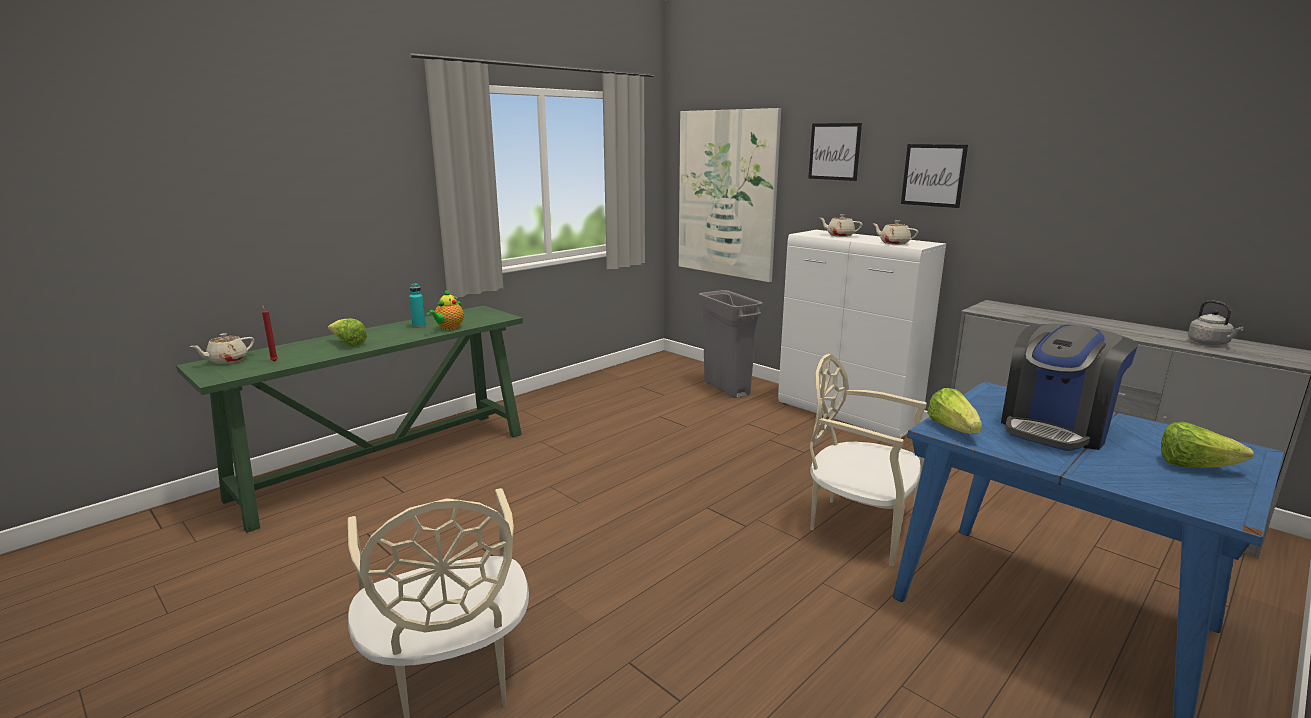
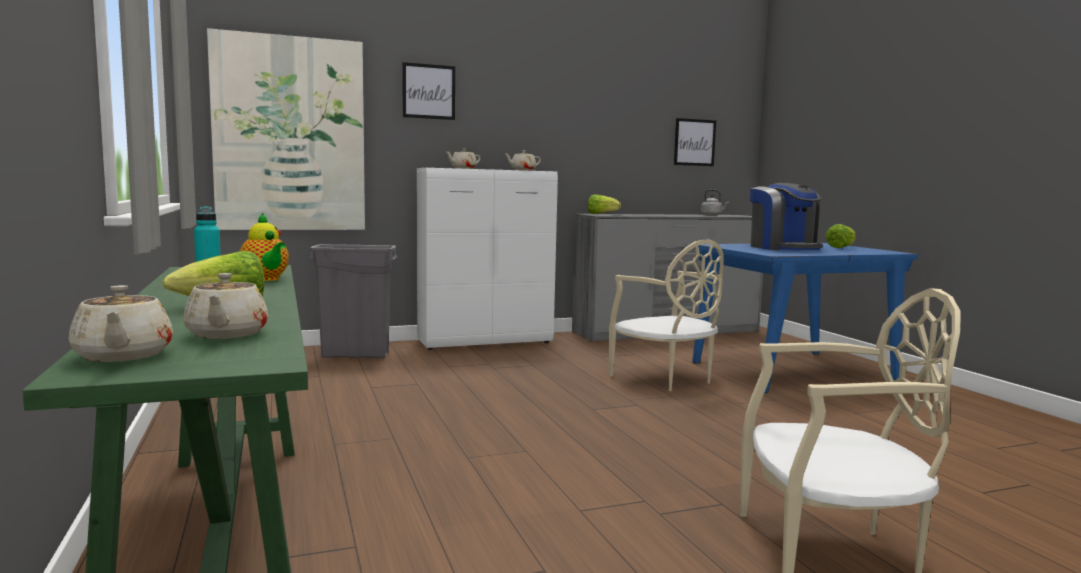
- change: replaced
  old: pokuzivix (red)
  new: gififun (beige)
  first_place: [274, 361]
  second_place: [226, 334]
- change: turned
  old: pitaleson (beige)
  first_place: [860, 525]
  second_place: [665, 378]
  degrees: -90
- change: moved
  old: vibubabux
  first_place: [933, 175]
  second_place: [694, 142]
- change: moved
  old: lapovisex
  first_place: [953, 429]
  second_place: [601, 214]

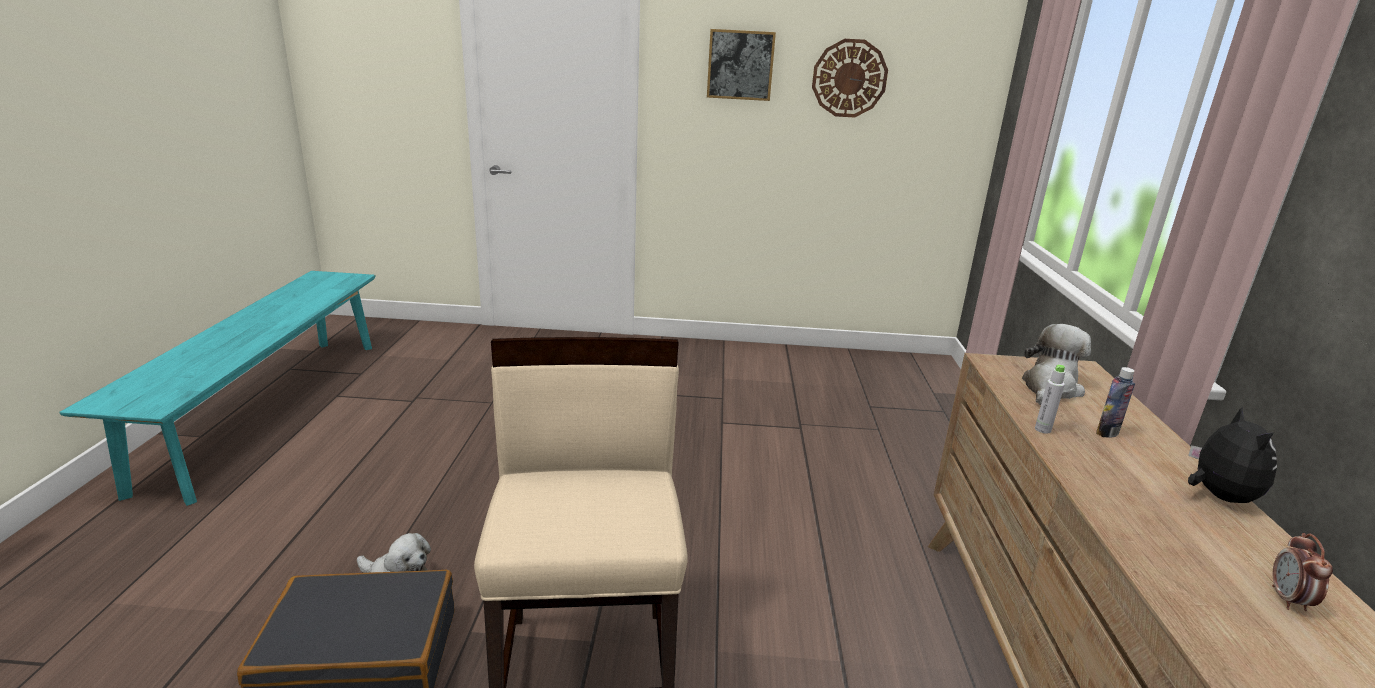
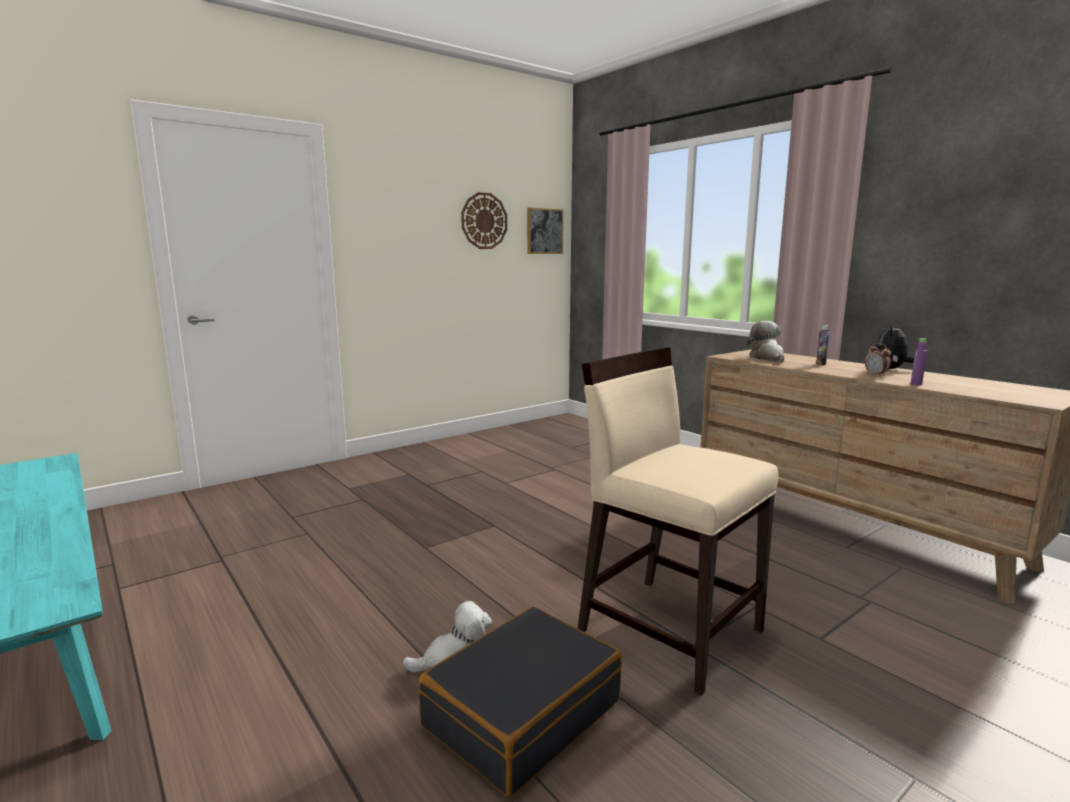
- change: moved
  old: vibubabux
  first_place: [740, 65]
  second_place: [544, 231]
- change: removed
  old: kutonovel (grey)
  first_place: [1042, 429]
- change: turned
  old: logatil
  first_place: [1217, 496]
  second_place: [891, 369]
  degrees: -105
- change: moved
  old: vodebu
  first_place: [1288, 600]
  second_place: [876, 375]
- change: added
  new: kutonovel (purple)
  second_place: [916, 384]

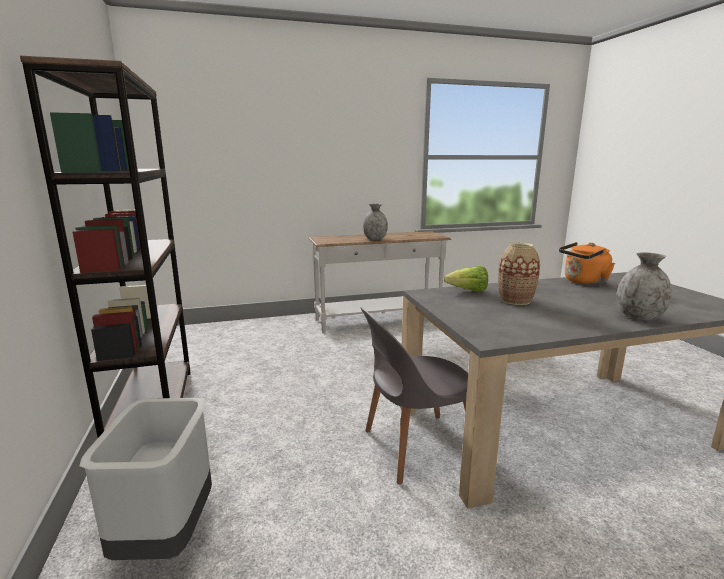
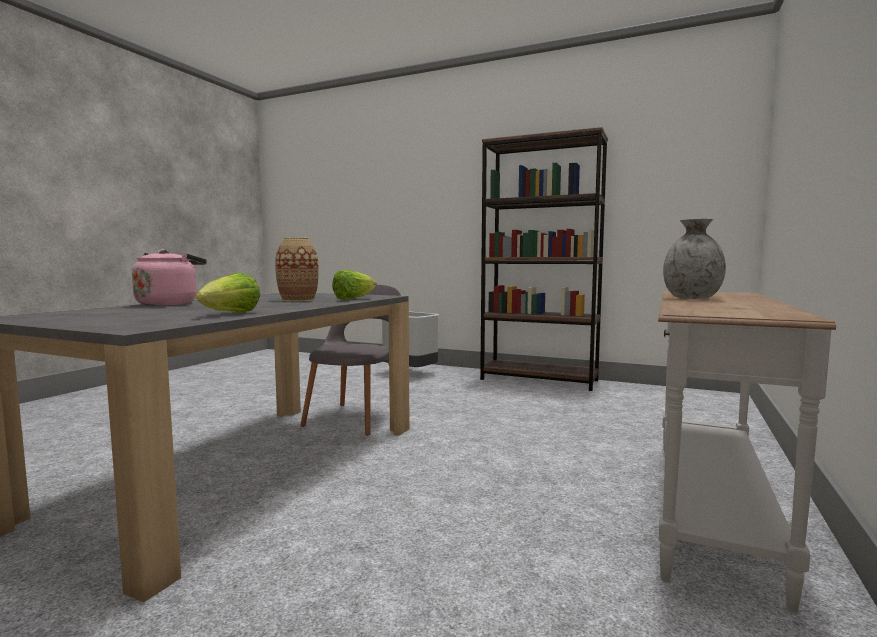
- change: replaced
  old: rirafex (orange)
  new: lapovisex
  first_place: [583, 282]
  second_place: [230, 314]
- change: replaced
  old: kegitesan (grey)
  new: rirafex (pink)
  first_place: [638, 317]
  second_place: [169, 304]

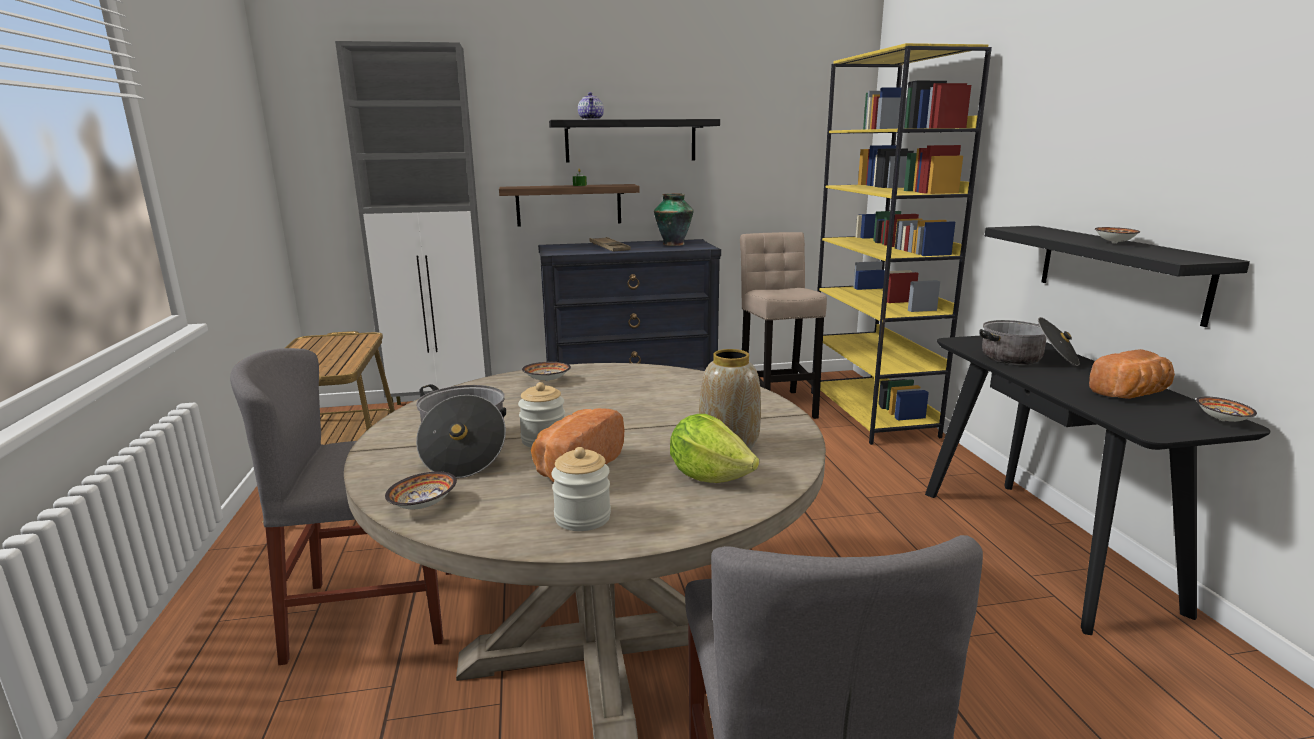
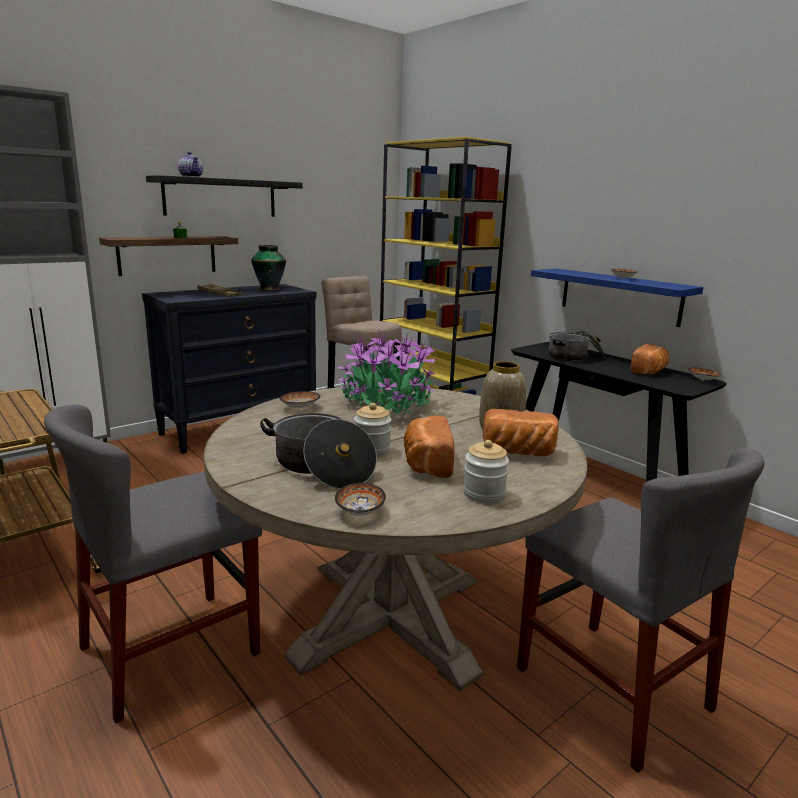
- change: replaced
  old: lapovisex
  new: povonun
  first_place: [709, 475]
  second_place: [518, 452]
- change: recoloured
  old: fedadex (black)
  new: fedadex (blue)
  first_place: [1119, 271]
  second_place: [619, 296]
- change: added
  new: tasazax
  second_place: [386, 405]

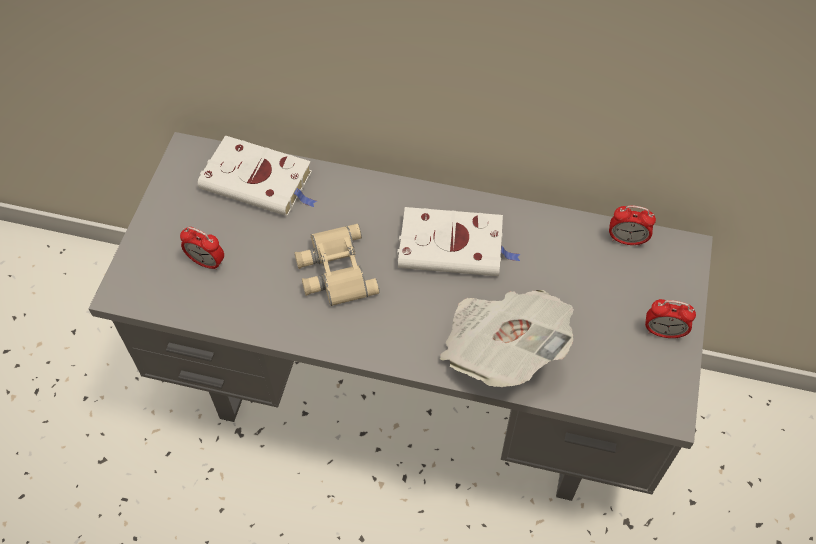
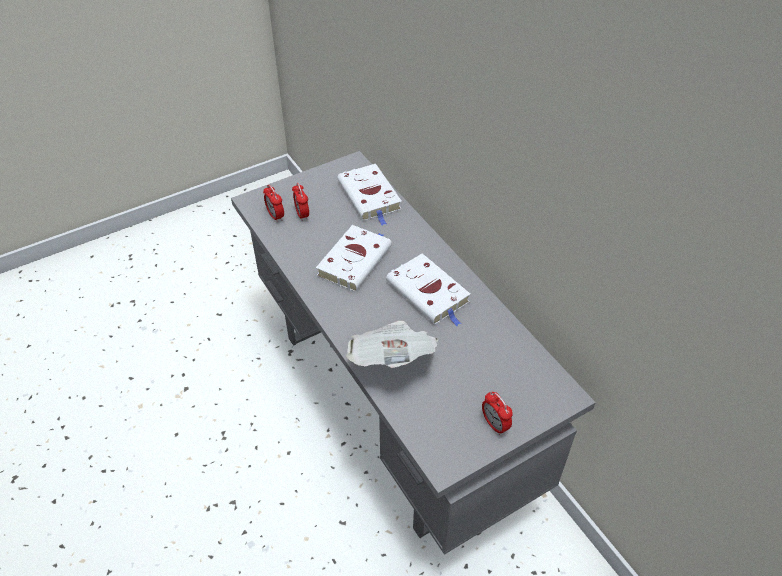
- change: replaced
  old: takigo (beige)
  new: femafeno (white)
  first_place: [334, 270]
  second_place: [355, 260]
- change: moved
  old: vodebu
  first_place: [626, 240]
  second_place: [275, 216]

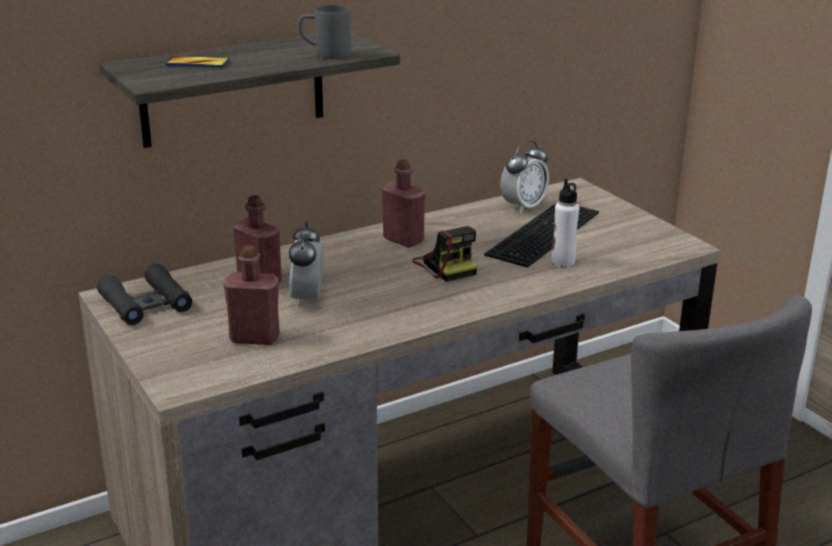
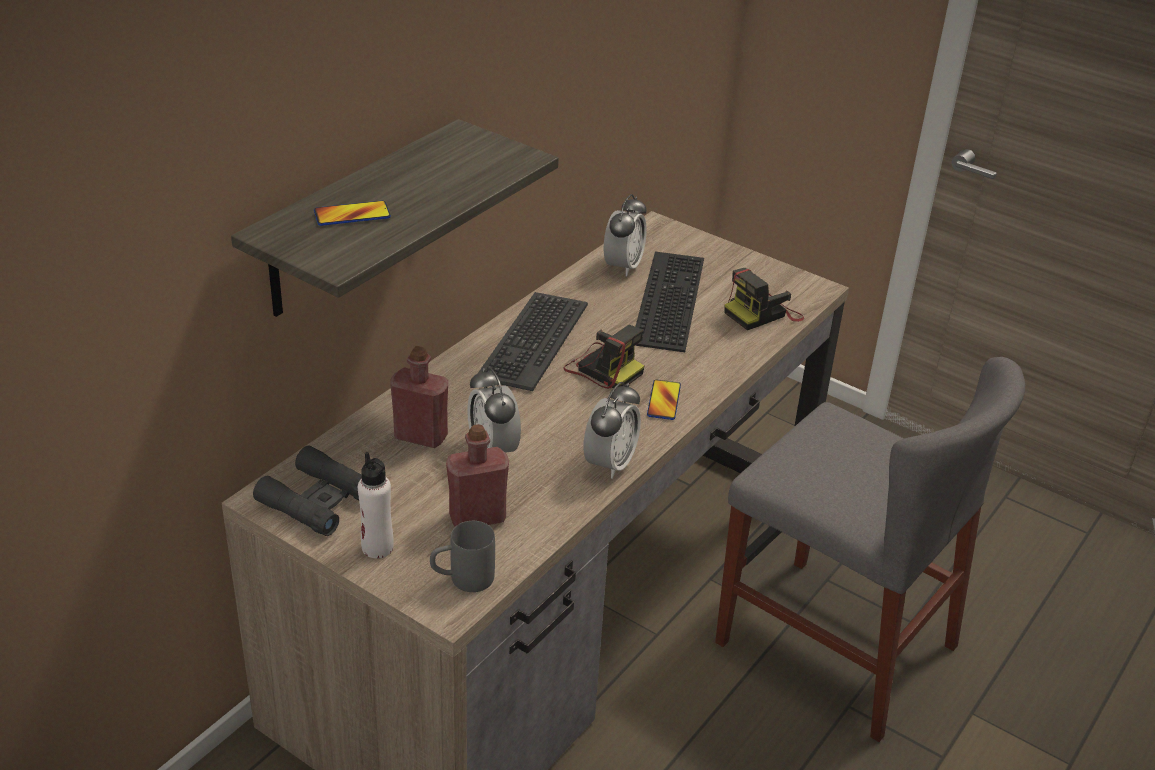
- change: moved
  old: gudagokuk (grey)
  first_place: [325, 54]
  second_place: [462, 580]
- change: replaced
  old: kutonovel (red)
  new: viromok
  first_place: [403, 240]
  second_place: [532, 341]
- change: moved
  old: kutonovel (white)
  first_place: [563, 262]
  second_place: [377, 547]
- change: added
  new: vodebu
  second_place: [610, 463]
- change: added
  new: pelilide
  second_place: [664, 401]
- change: added
  new: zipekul
  second_place: [762, 314]

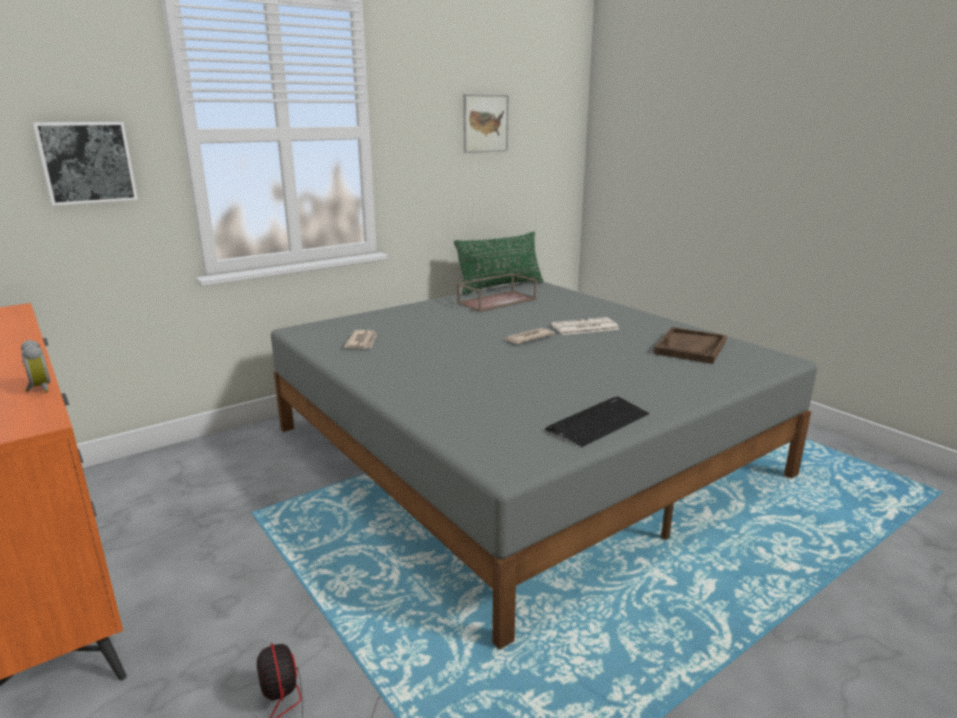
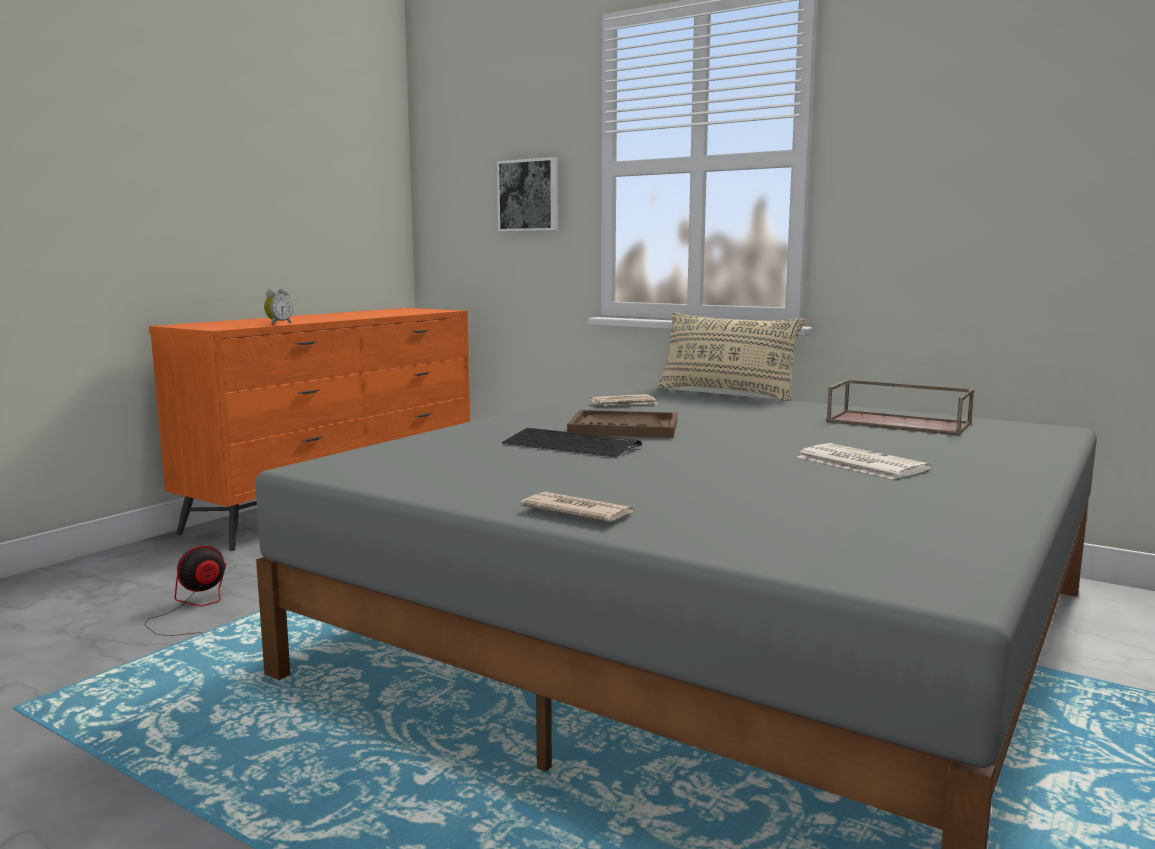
- change: removed
  old: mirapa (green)
  first_place: [500, 286]
- change: removed
  old: vibubabux
  first_place: [485, 123]
- change: moved
  old: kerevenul
  first_place: [527, 338]
  second_place: [576, 512]
- change: moved
  old: viromok
  first_place: [598, 422]
  second_place: [570, 445]
- change: moved
  old: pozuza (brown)
  first_place: [690, 347]
  second_place: [623, 428]
- change: added
  new: mirapa (beige)
  second_place: [726, 393]

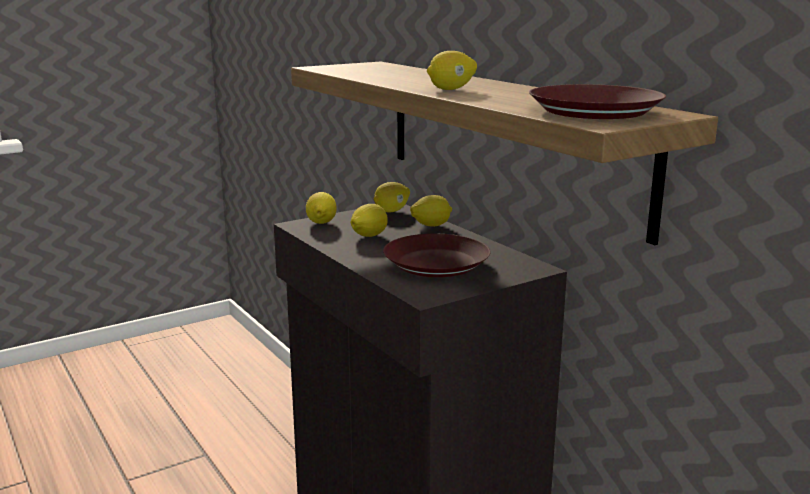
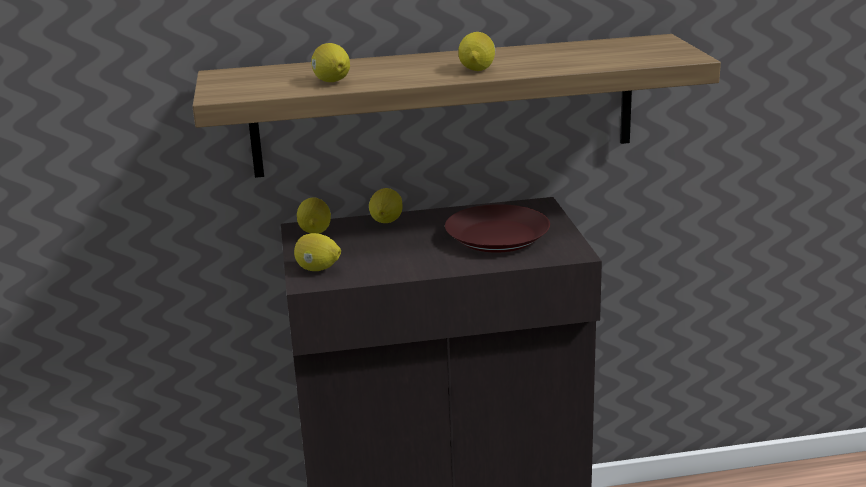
- change: moved
  old: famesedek
  first_place: [368, 236]
  second_place: [332, 82]
- change: removed
  old: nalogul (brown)
  first_place: [596, 111]

